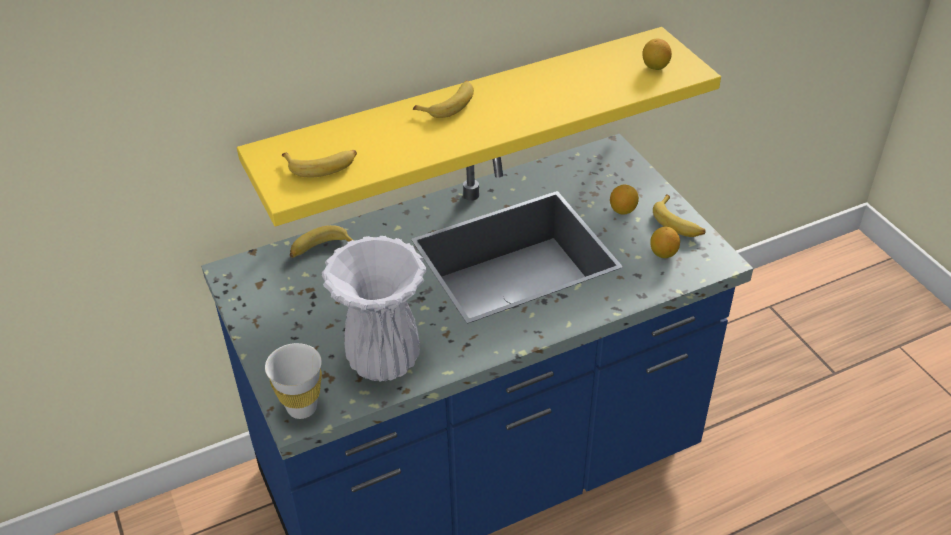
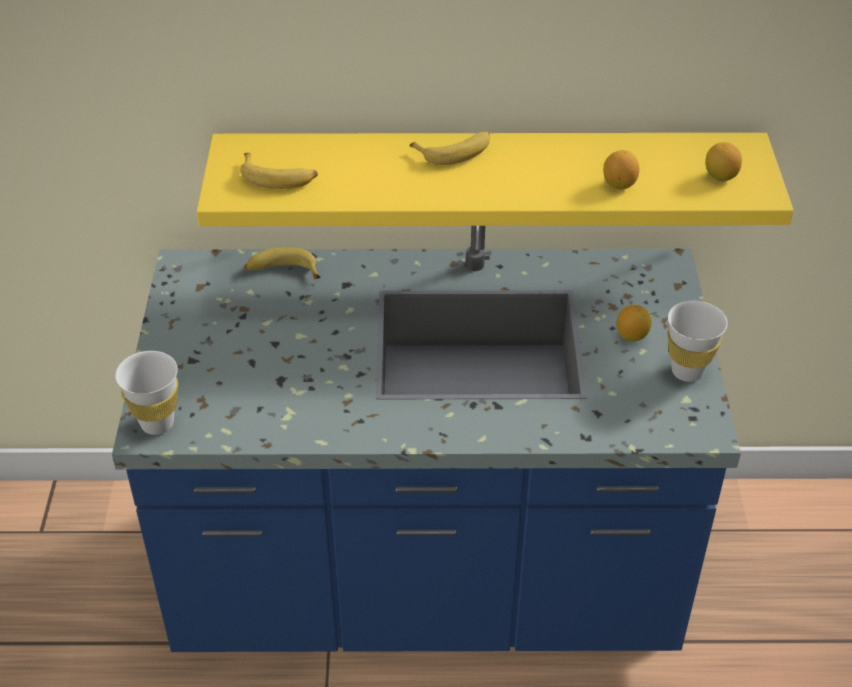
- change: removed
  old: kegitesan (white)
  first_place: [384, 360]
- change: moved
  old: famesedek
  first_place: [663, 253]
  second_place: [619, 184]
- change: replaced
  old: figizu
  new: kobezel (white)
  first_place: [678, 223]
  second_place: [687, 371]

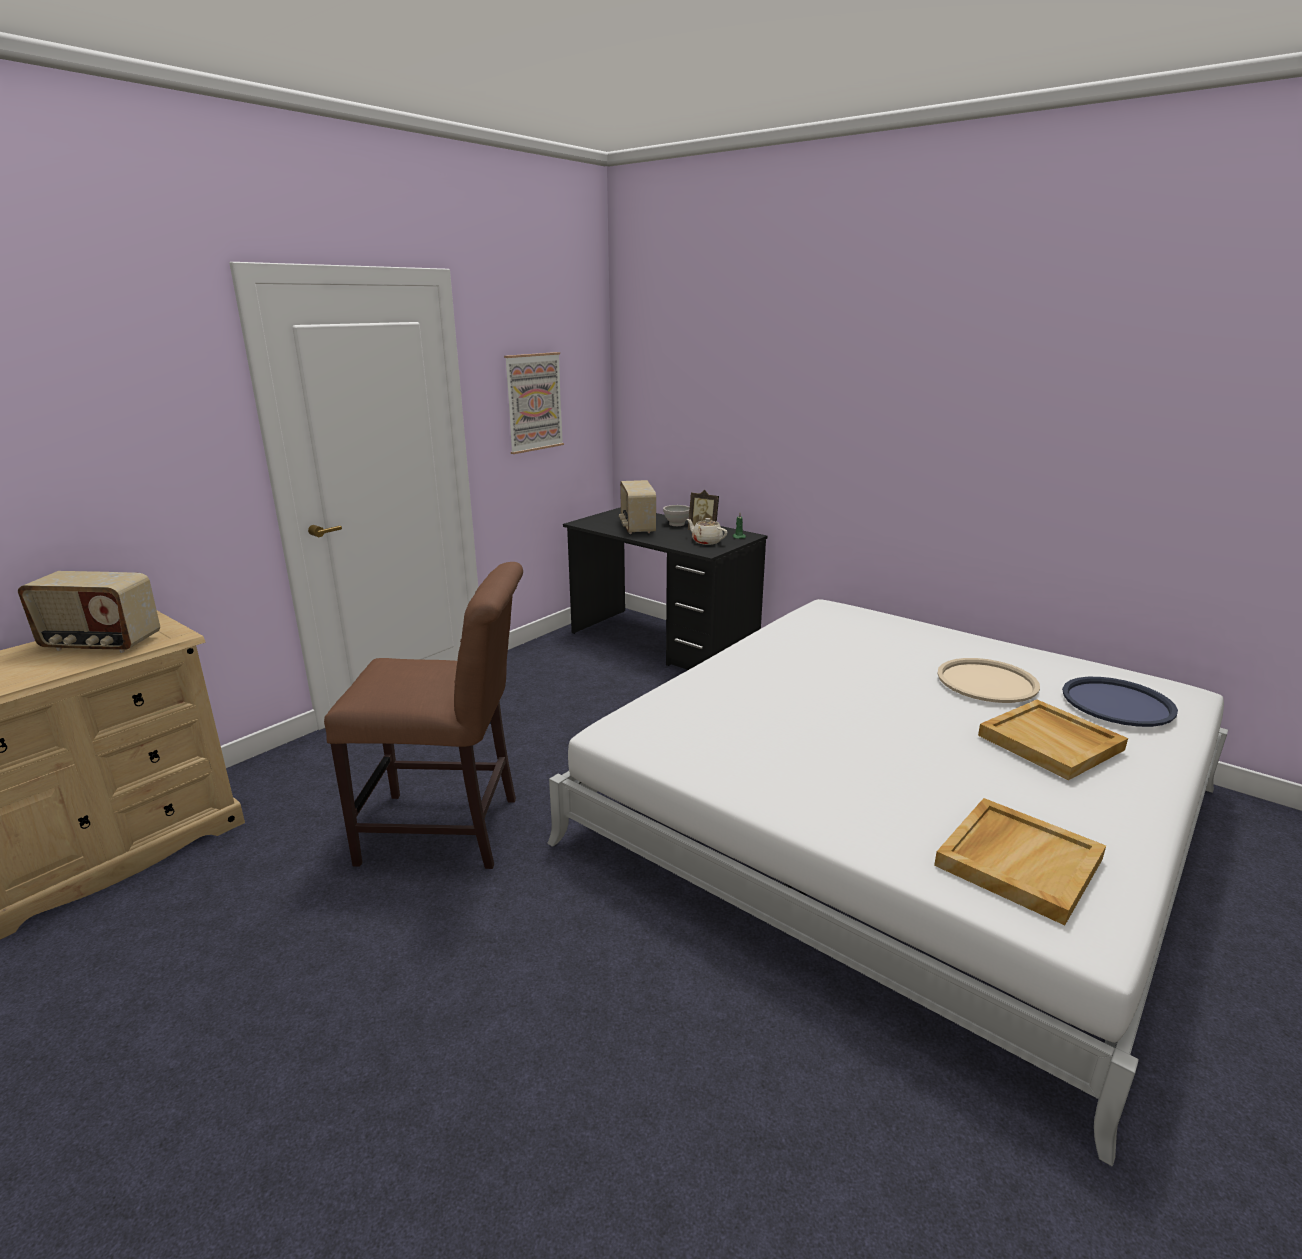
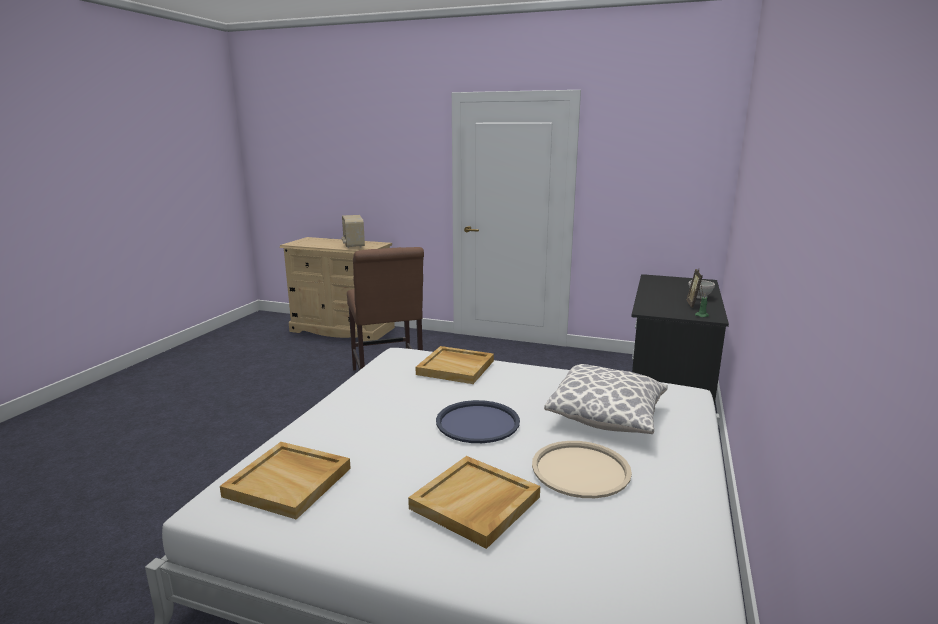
- change: removed
  old: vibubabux
  first_place: [533, 402]
- change: removed
  old: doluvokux
  first_place: [637, 527]
- change: removed
  old: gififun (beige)
  first_place: [706, 541]
- change: moved
  old: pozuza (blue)
  first_place: [1117, 703]
  second_place: [477, 422]
- change: added
  new: pozuza (beige)
  second_place: [456, 367]
- change: added
  new: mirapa
  second_place: [606, 417]

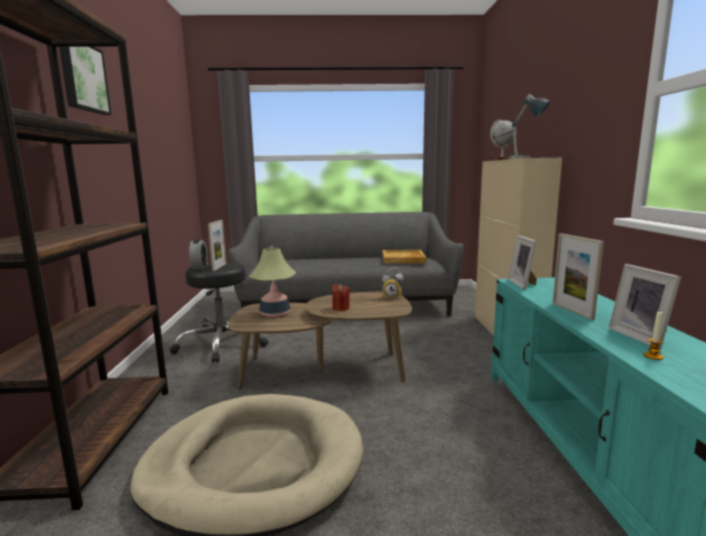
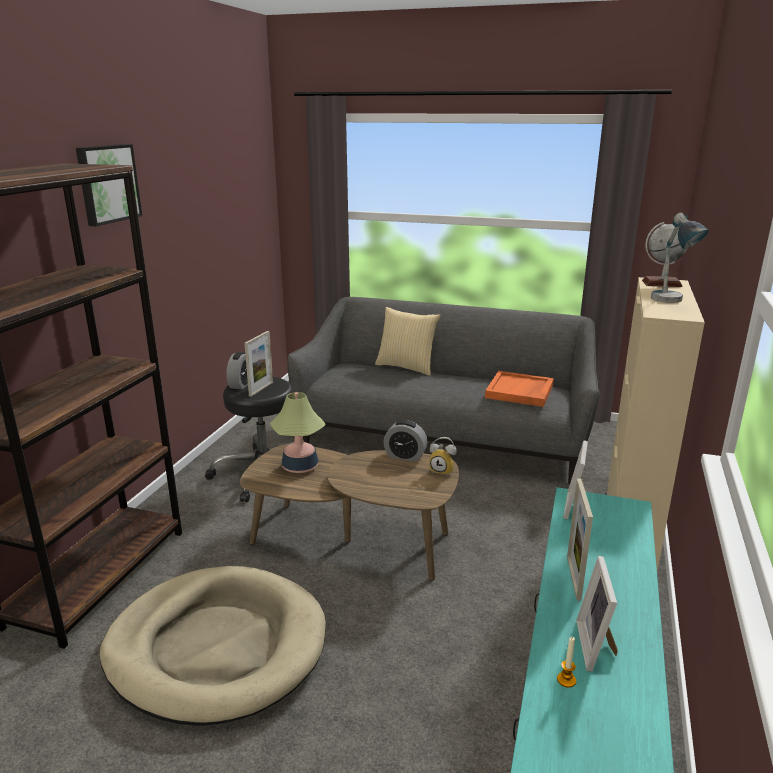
- change: removed
  old: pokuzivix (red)
  first_place: [341, 308]
- change: recoloured
  old: pozuza (beige)
  new: pozuza (orange)
  first_place: [403, 259]
  second_place: [520, 391]
- change: added
  new: mirapa
  second_place: [407, 367]
- change: added
  new: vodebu
  second_place: [405, 456]

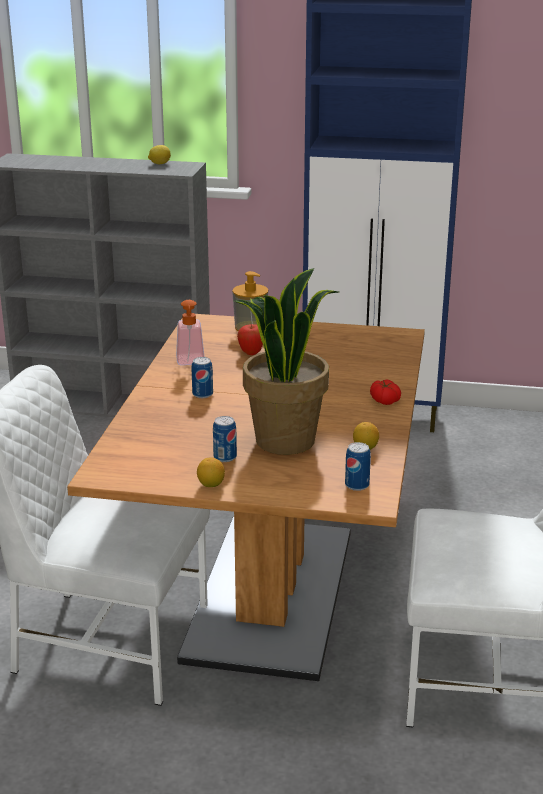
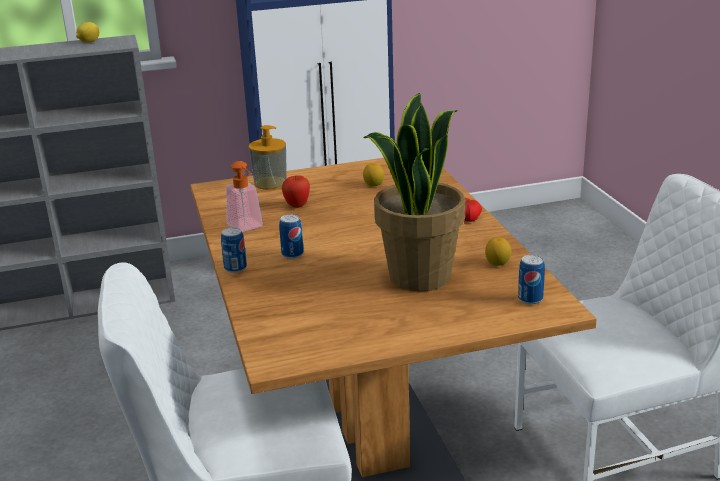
- change: moved
  old: famesedek
  first_place: [211, 484]
  second_place: [374, 185]
- change: moved
  old: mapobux
  first_place: [225, 457]
  second_place: [235, 268]

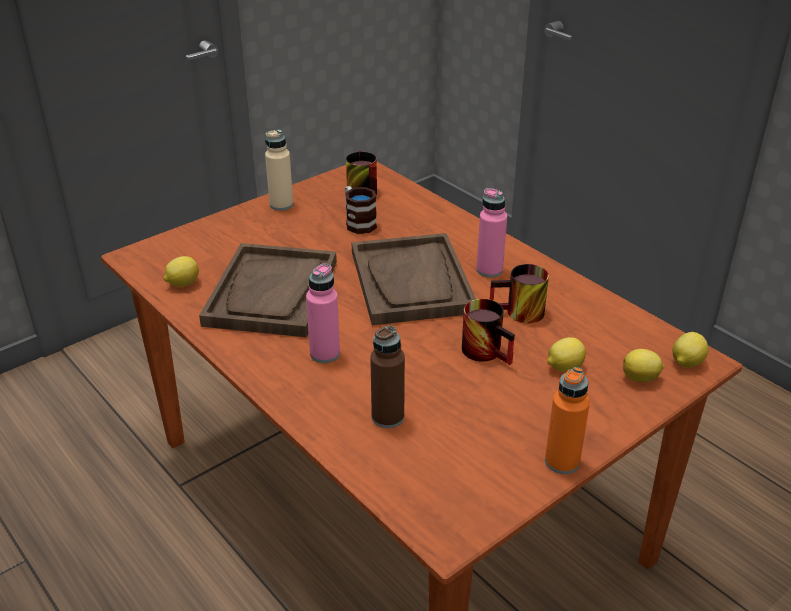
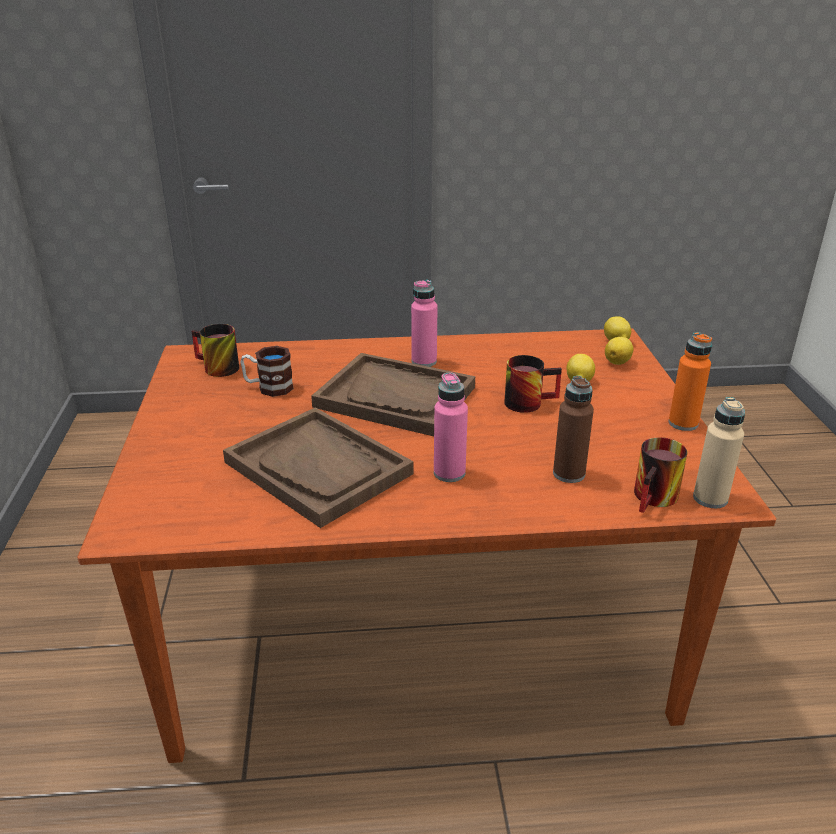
- change: removed
  old: famesedek
  first_place: [182, 284]
- change: moved
  old: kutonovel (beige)
  first_place: [281, 205]
  second_place: [710, 498]
- change: moved
  old: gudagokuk
  first_place: [519, 314]
  second_place: [657, 499]

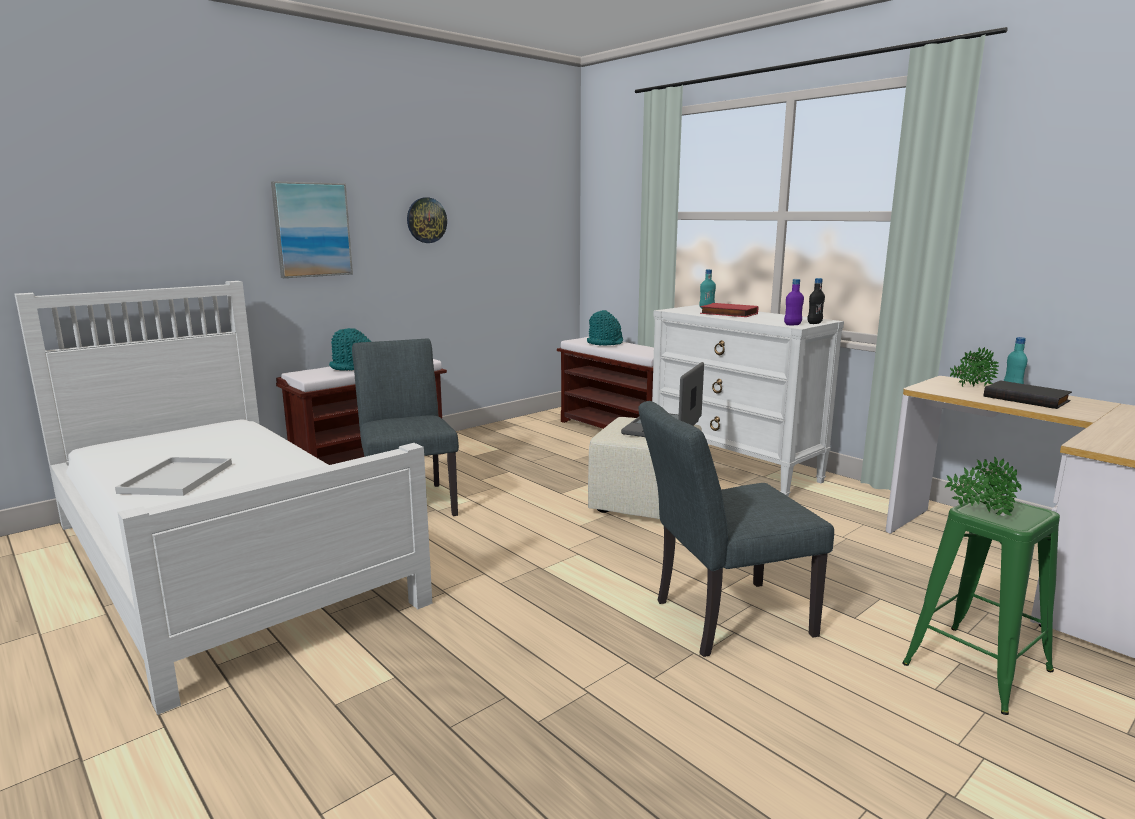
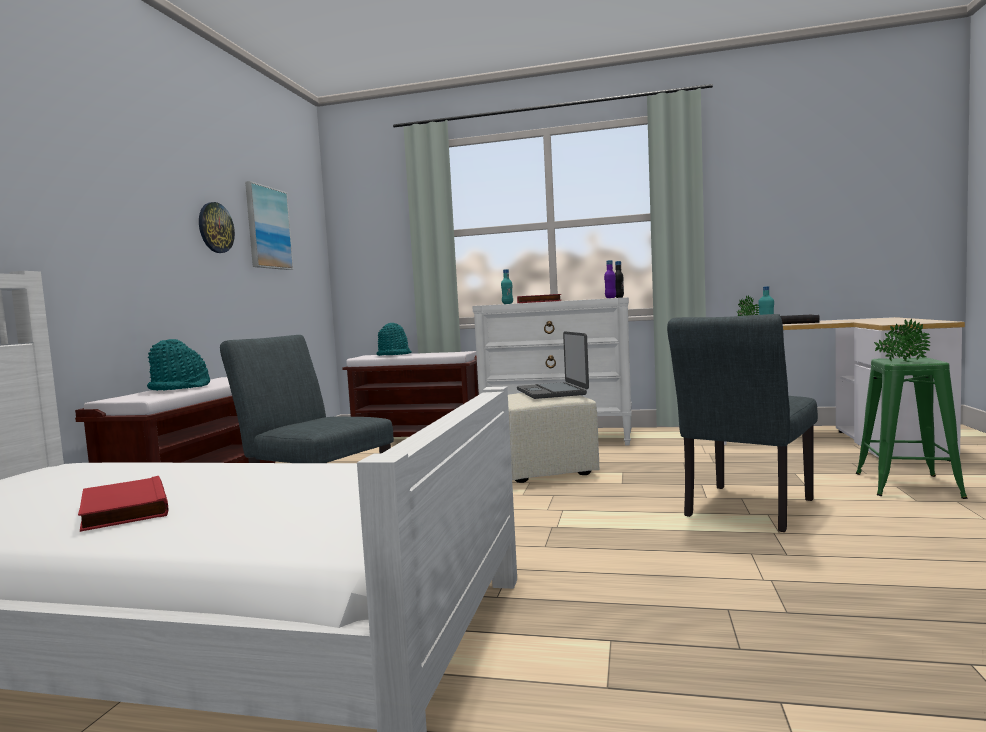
- change: replaced
  old: pozuza (white)
  new: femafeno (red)
  first_place: [177, 477]
  second_place: [121, 510]
- change: moved
  old: vibubabux
  first_place: [312, 230]
  second_place: [268, 228]

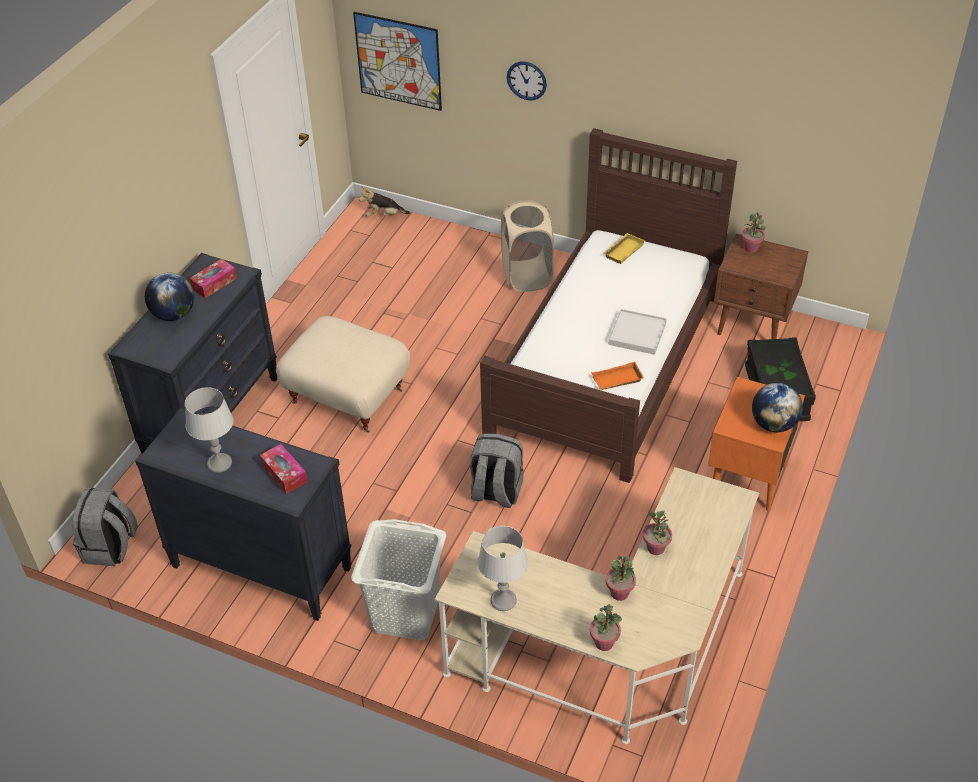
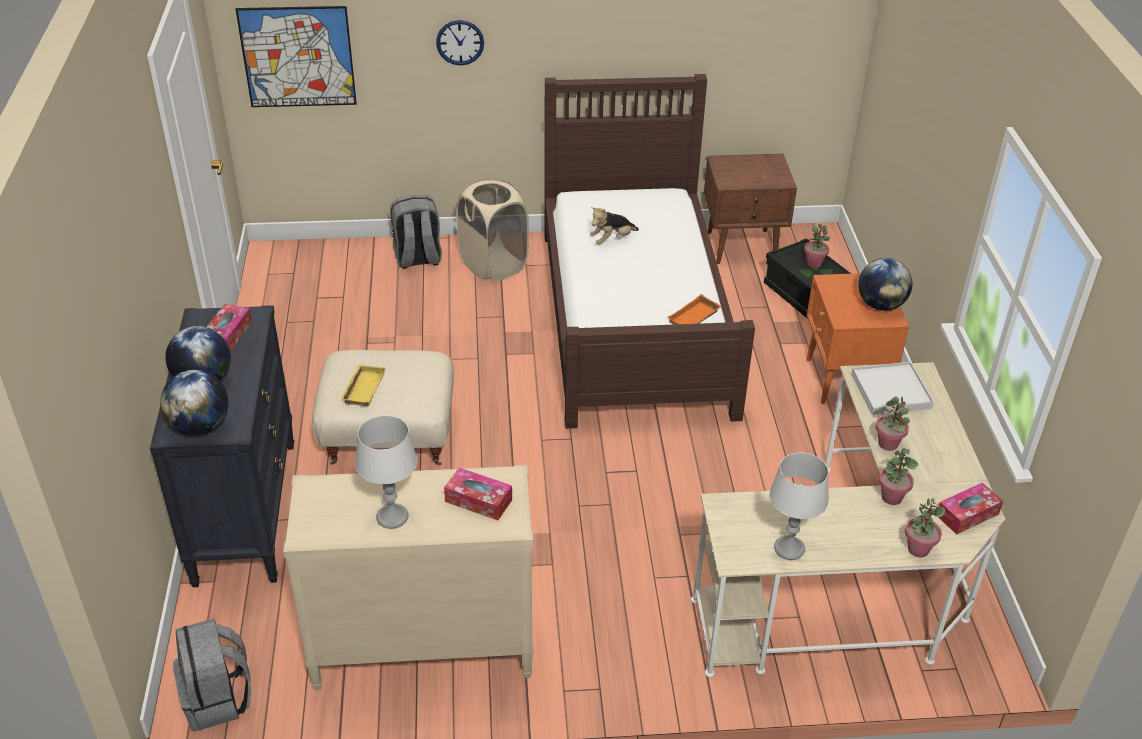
- change: recoloured
  old: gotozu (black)
  new: gotozu (beige)
  first_place: [260, 568]
  second_place: [422, 648]
- change: removed
  old: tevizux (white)
  first_place: [405, 614]
- change: moved
  old: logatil
  first_place: [384, 215]
  second_place: [612, 240]
- change: moved
  old: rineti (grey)
  first_place: [496, 492]
  second_place: [417, 258]
- change: moved
  old: pozuza (yellow)
  first_place: [623, 250]
  second_place: [363, 388]
- change: moved
  old: pozuza (white)
  first_place: [637, 334]
  second_place: [891, 391]
- change: moved
  old: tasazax
  first_place: [751, 248]
  second_place: [814, 263]
- change: added
  new: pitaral
  second_place: [200, 426]
- change: added
  new: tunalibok
  second_place: [967, 514]

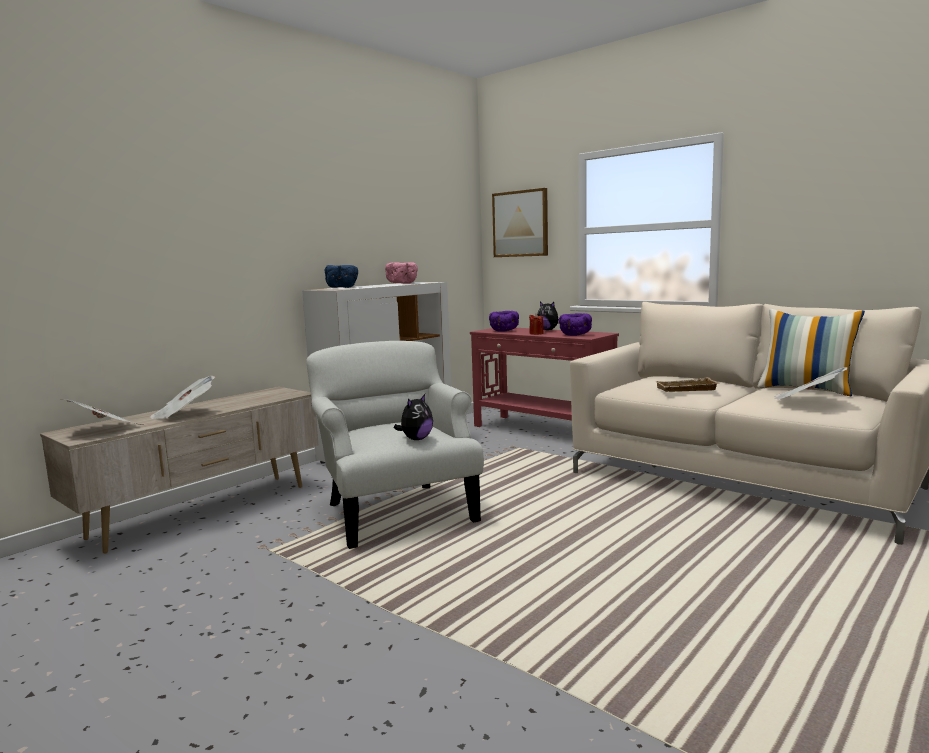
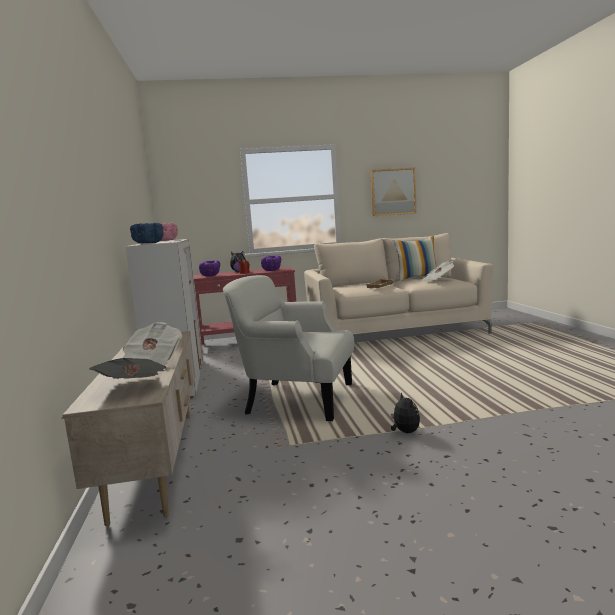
- change: moved
  old: logatil
  first_place: [416, 439]
  second_place: [405, 432]
- change: moved
  old: vibubabux
  first_place: [520, 224]
  second_place: [393, 192]

